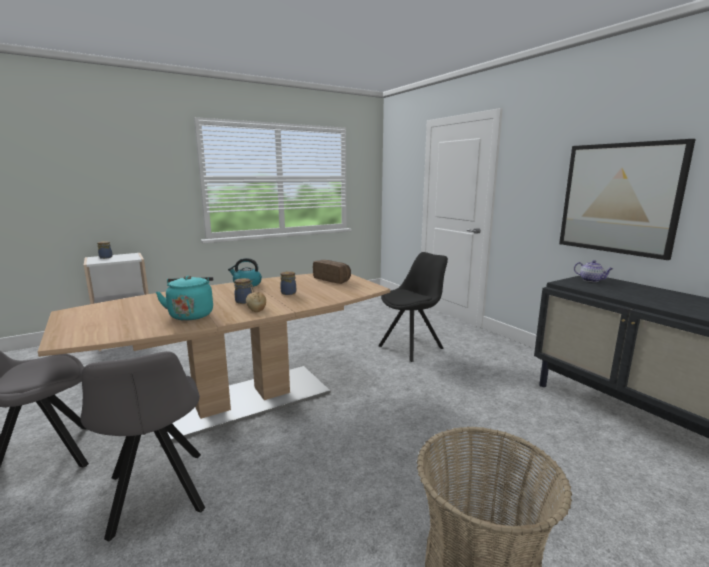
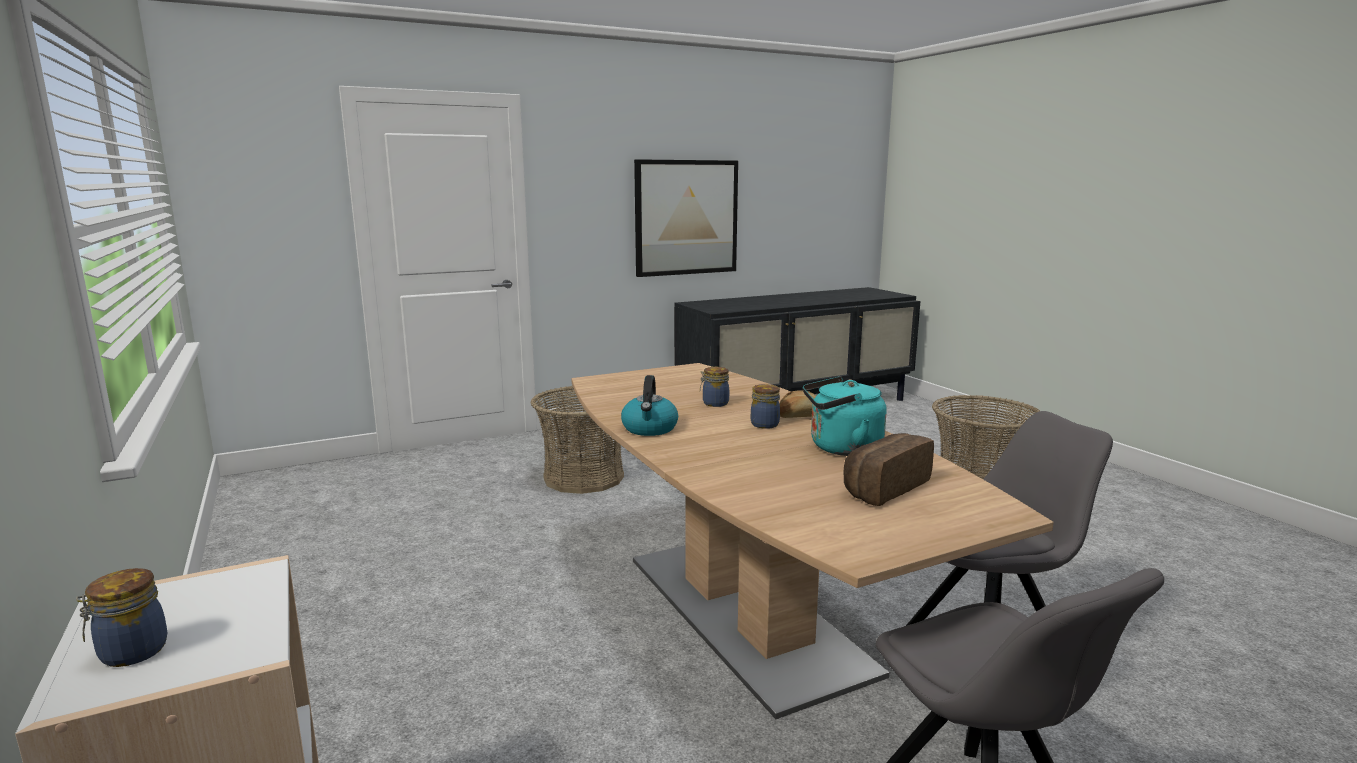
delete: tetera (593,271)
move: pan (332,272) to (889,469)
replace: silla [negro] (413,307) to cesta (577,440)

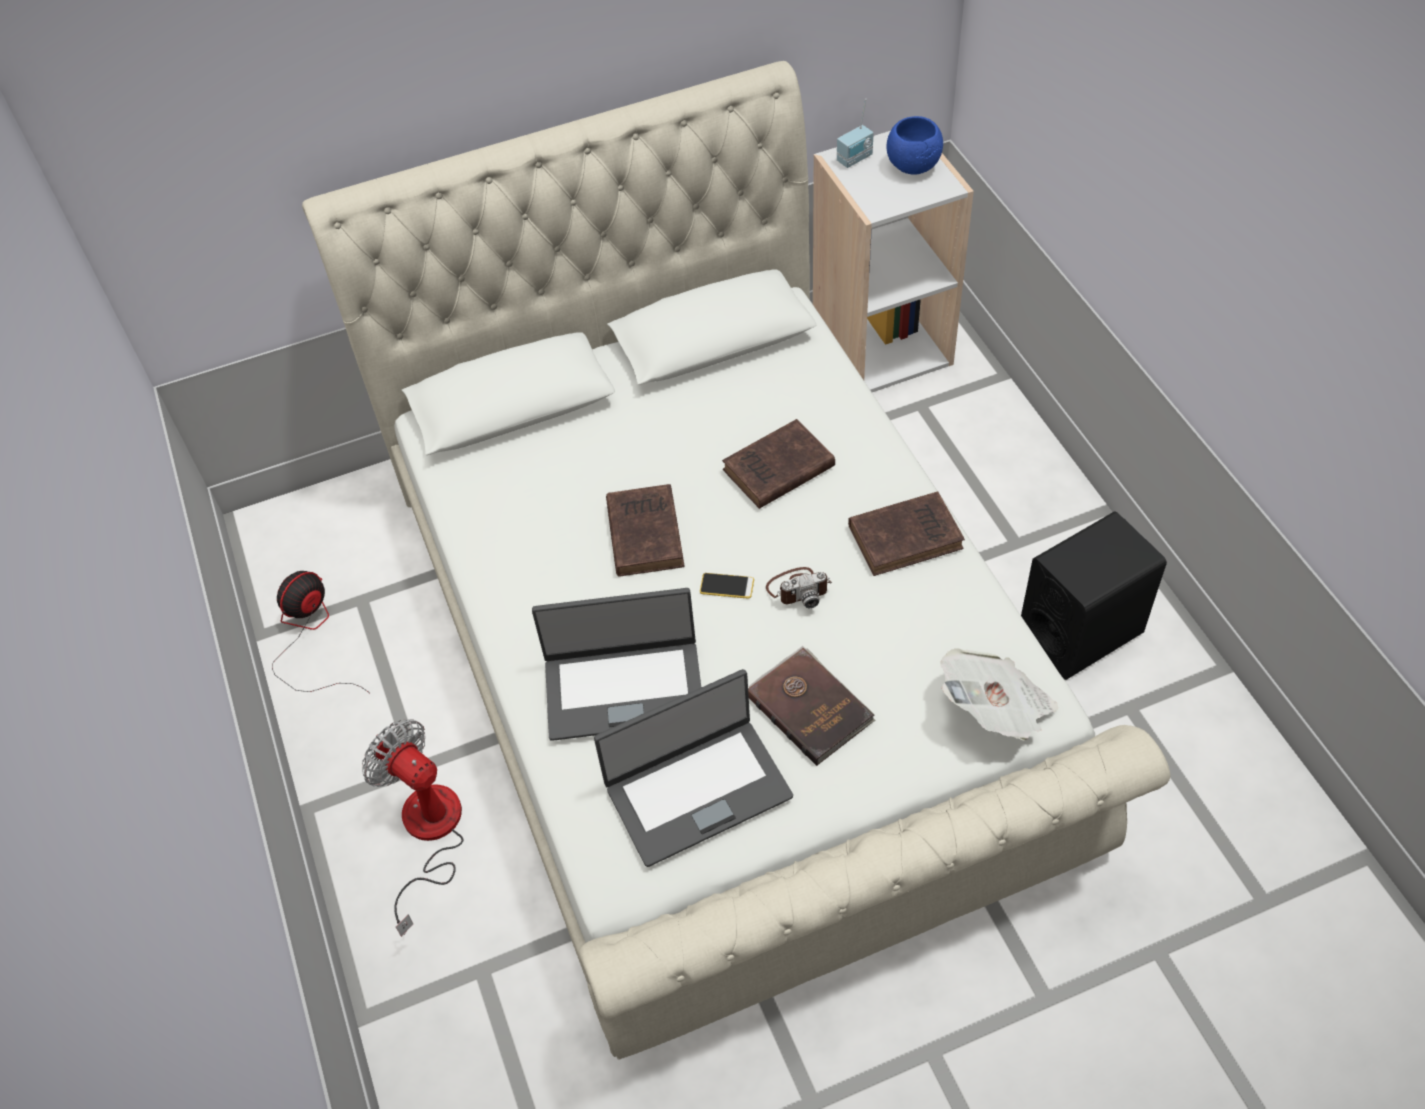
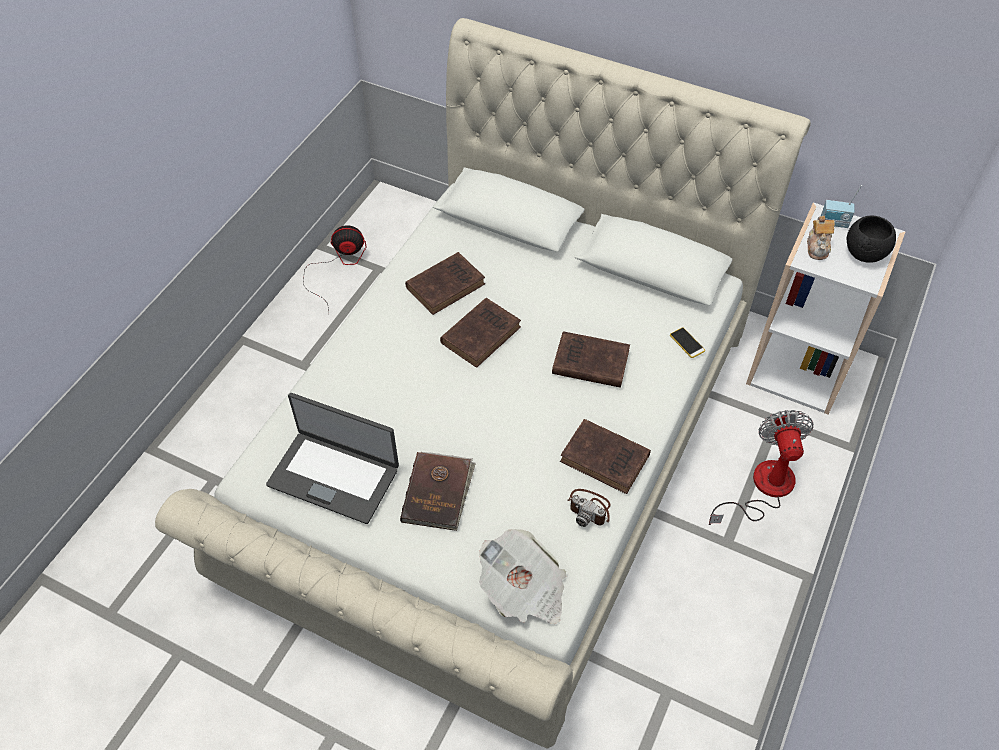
delete: altavoz [negro] (1094,595); portátil (616,664)
insert: tetera (821,238); libro [marrón] (445,283)
move: cámara (799,587) to (589,508); móvil (727,586) to (687,343); ventilador (412,828) to (761,467)
recolor: cuenco [azul] (914,145) to cuenco [negro] (871,239)

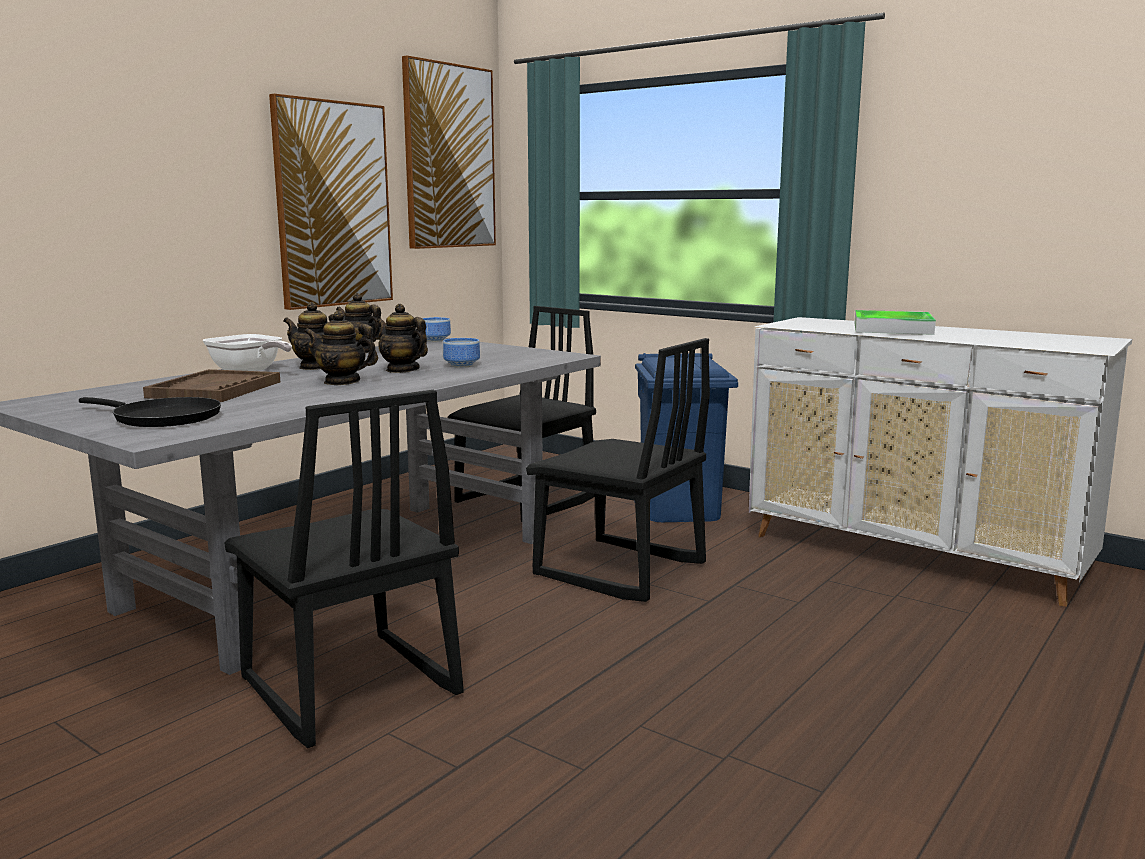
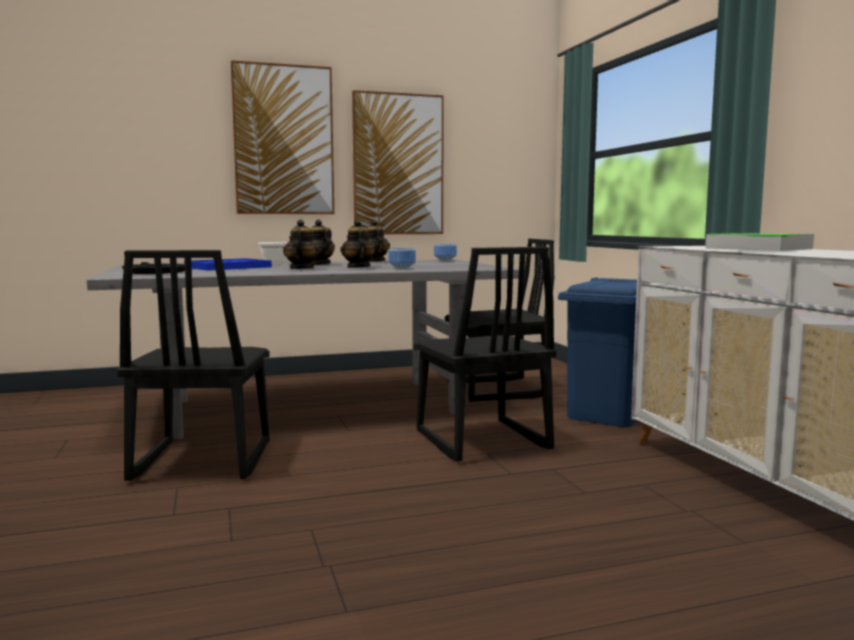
move: cuadro (449,152) to (282,137)
recolor: bandeja [marrón] (211,385) to bandeja [azul] (228,264)
rotate: tetera (341,348) = (301,244) 45 degrees clockwise

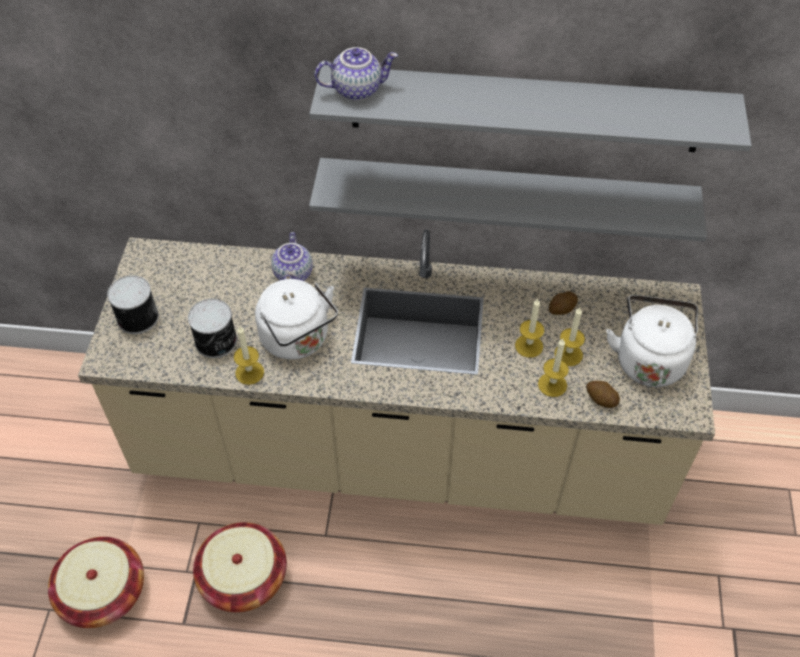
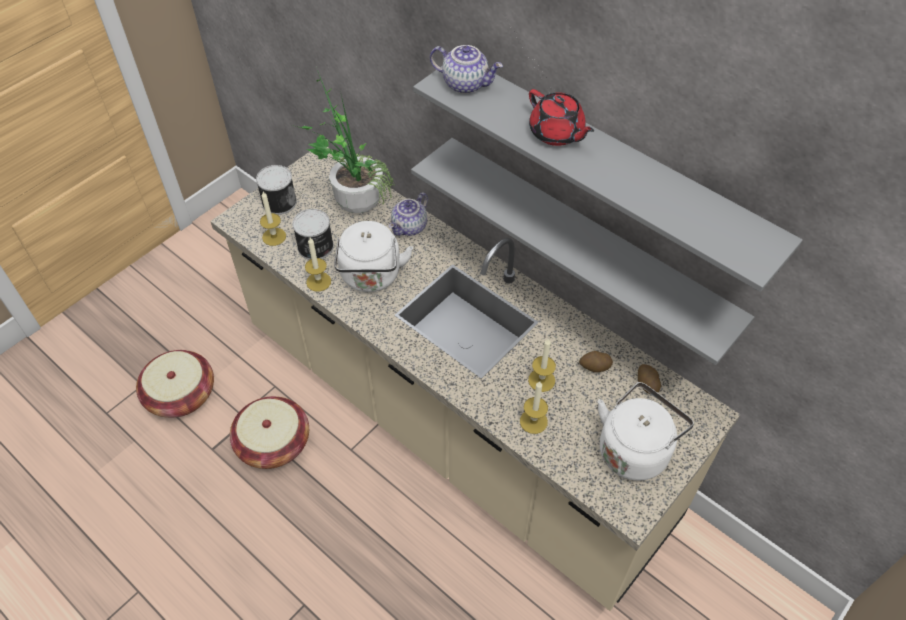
insert: planta en maceta (343,140); tetera [rojo] (561,117)
move: vela (569,337) to (273,219); patata (603,394) to (649,379)

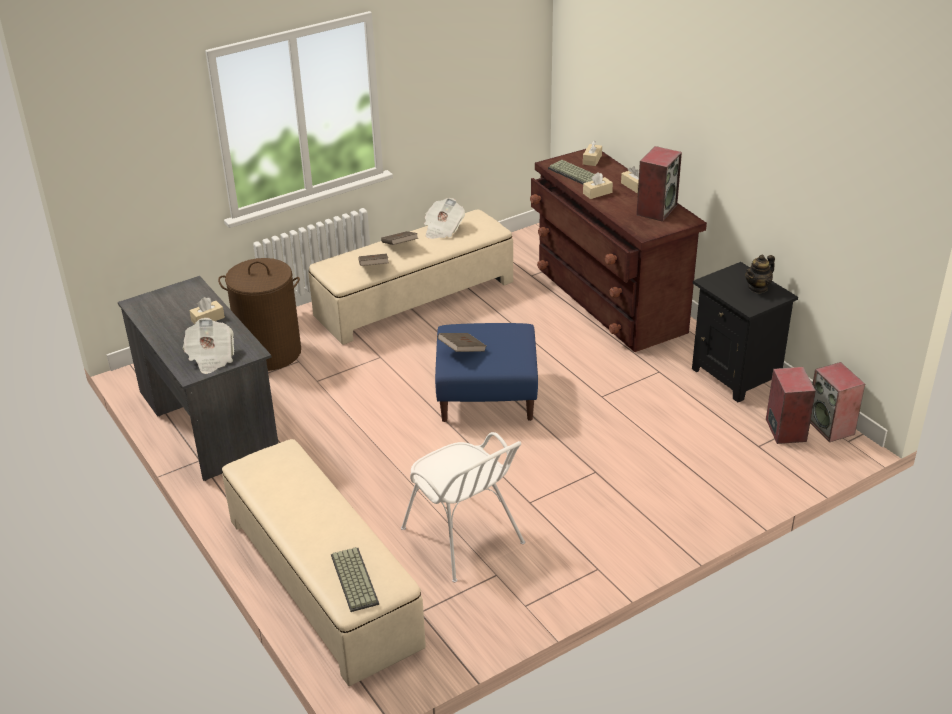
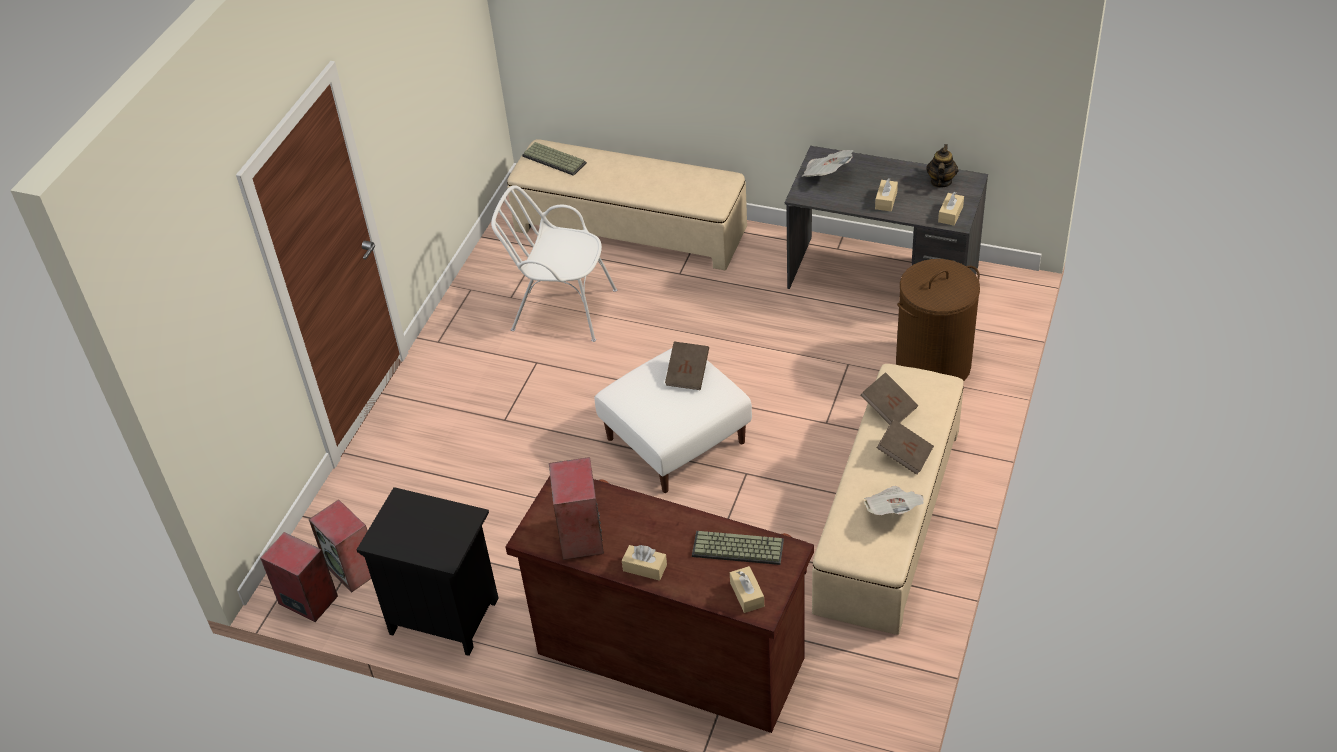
move: caja de pañuelos [beis] (598,185) to (951,209); tetera (760,274) to (942,166)
recolor: puf [azul] (486,372) to puf [blanco] (673,420)

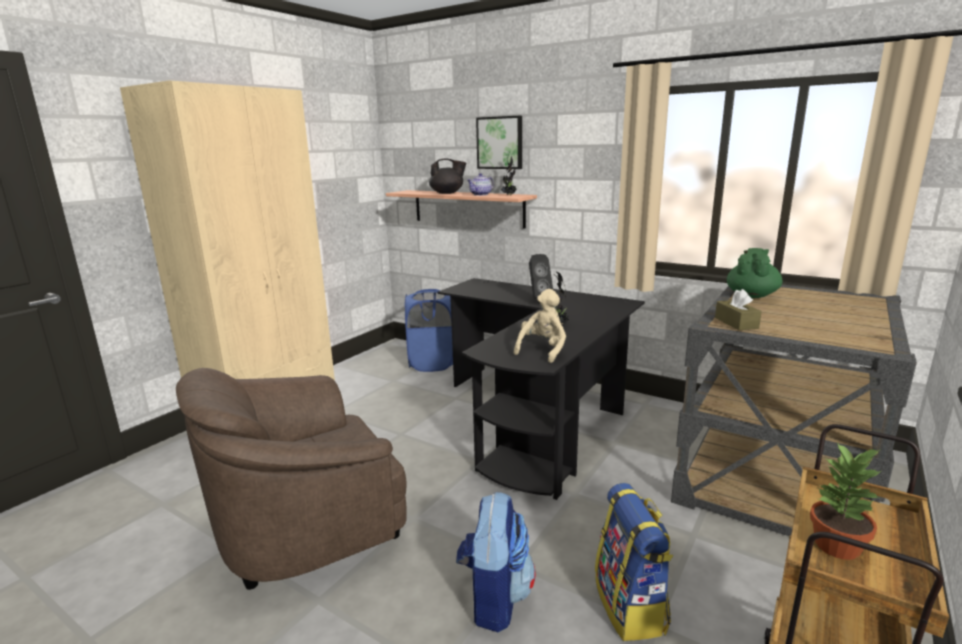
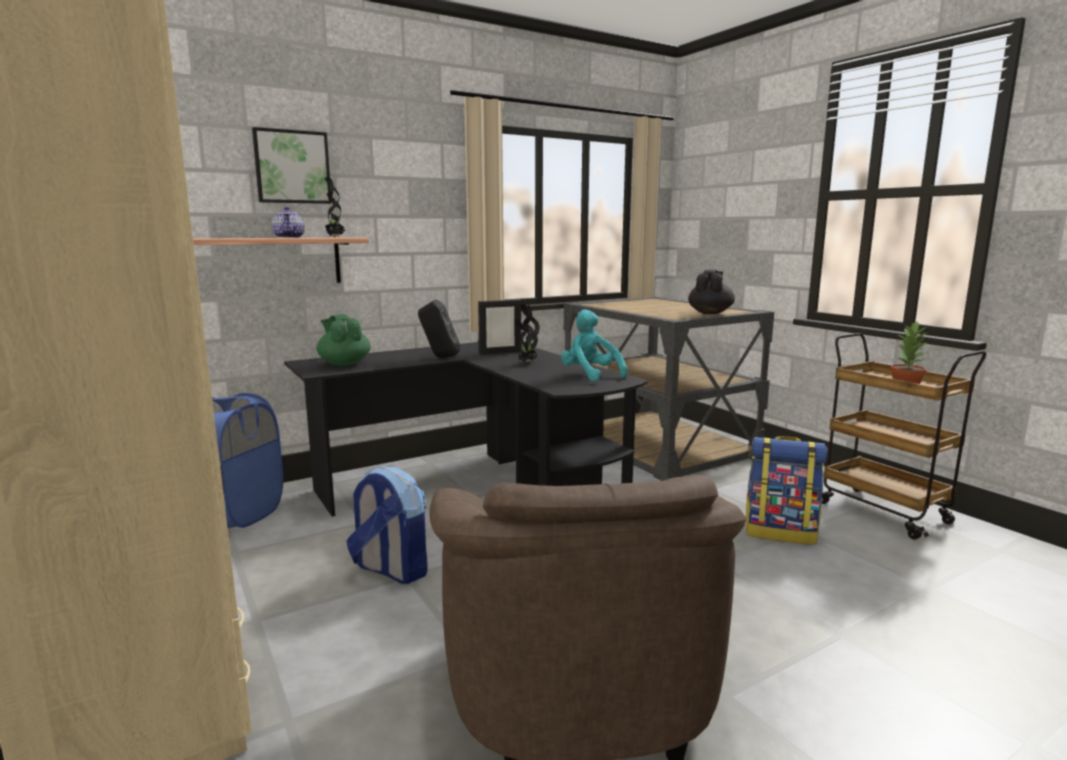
delete: caja de pañuelos [marrón] (738,309)
insert: portarretratos (499,327)
move: tetera [negro] (447,176) to (711,291); tetera [verde] (754,273) to (344,340); mochila (496,562) to (387,525)
recolor: peluche [beis] (540,326) to peluche [turquesa] (594,345)

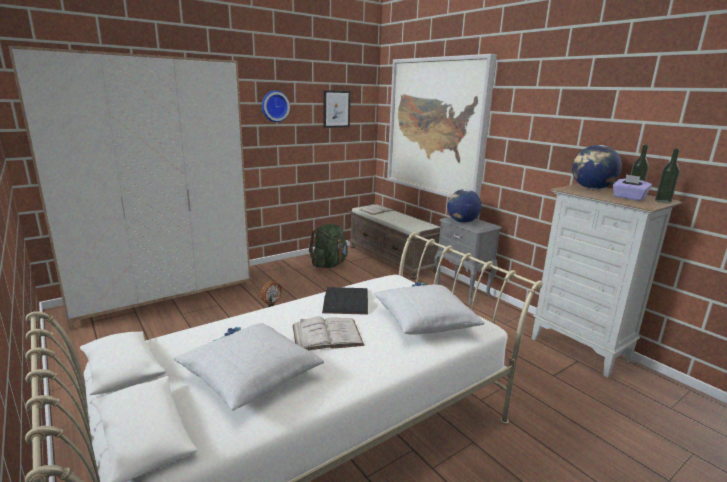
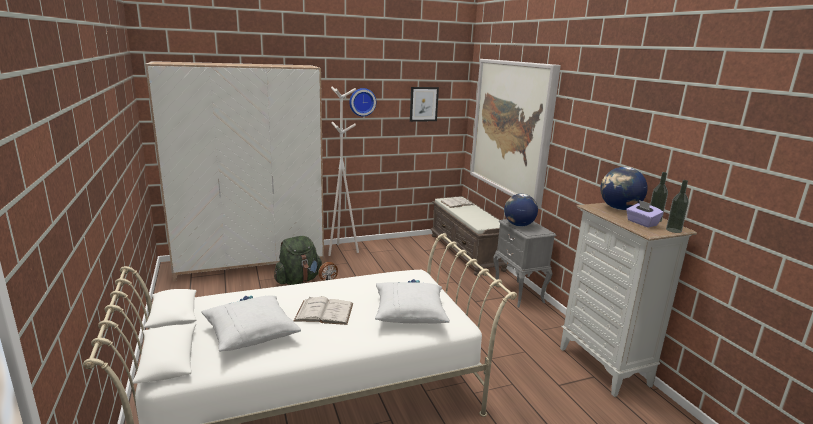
delete: libro [negro] (345,301)
insert: perchero [gris] (343,171)
move: mochila [verde] (328,246) to (298,260)

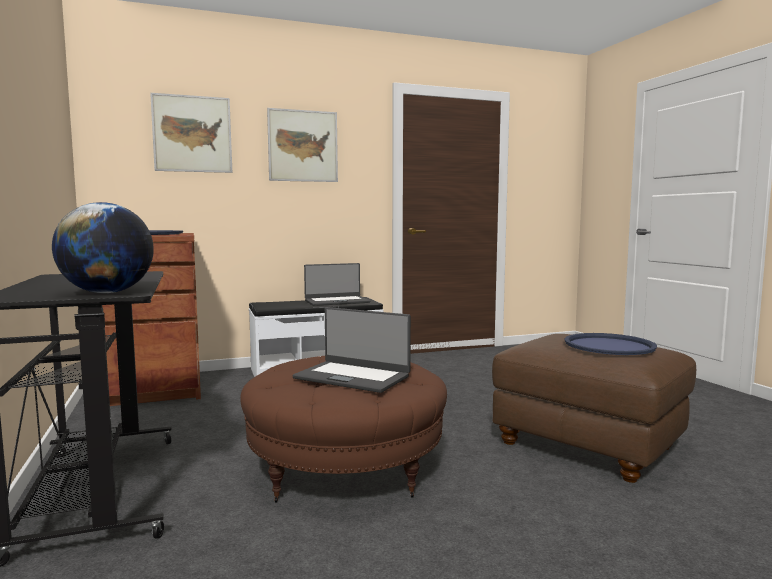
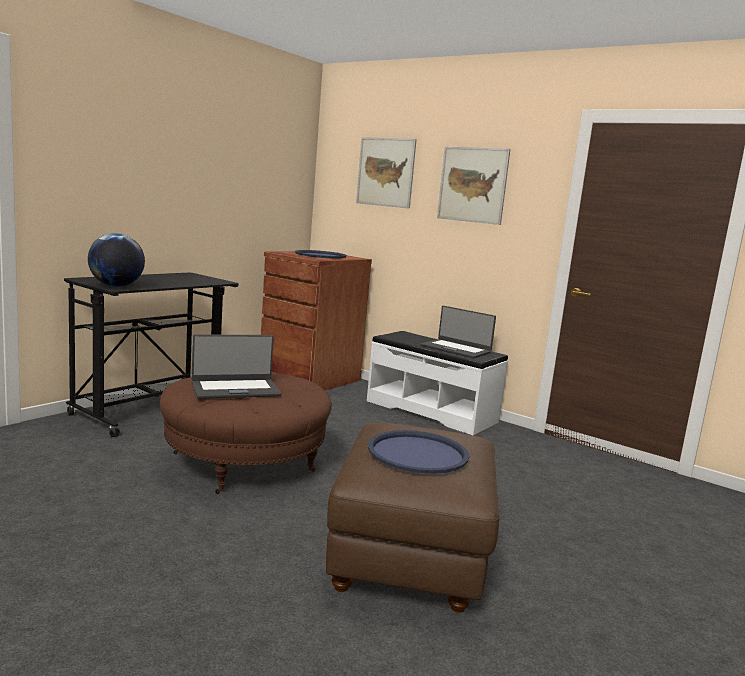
rotate: portátil (352,350) = (236,366) 105 degrees counterclockwise

